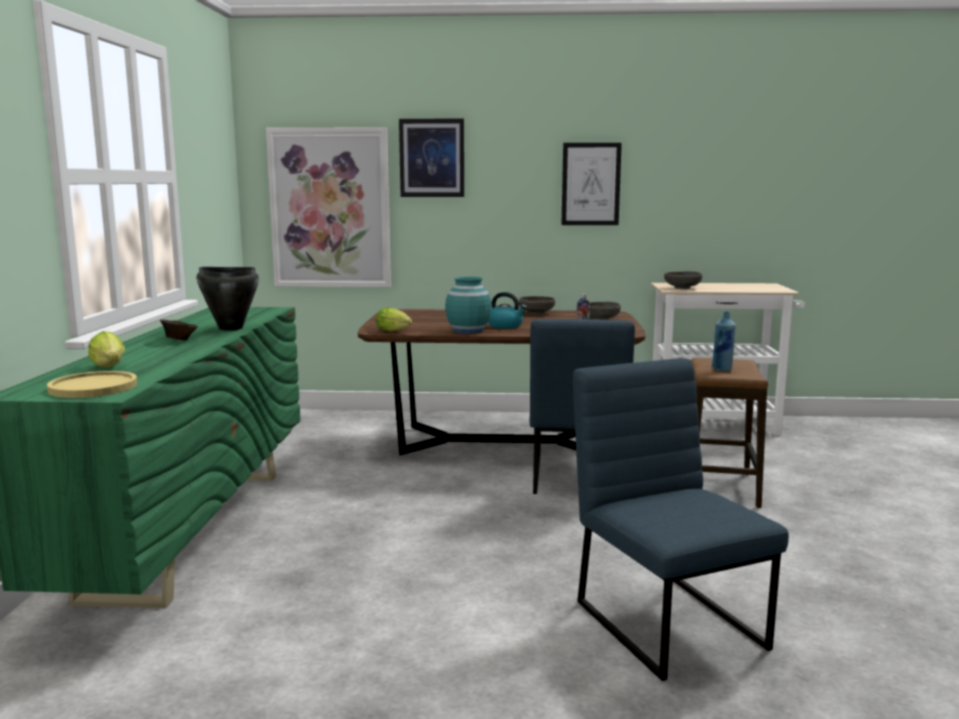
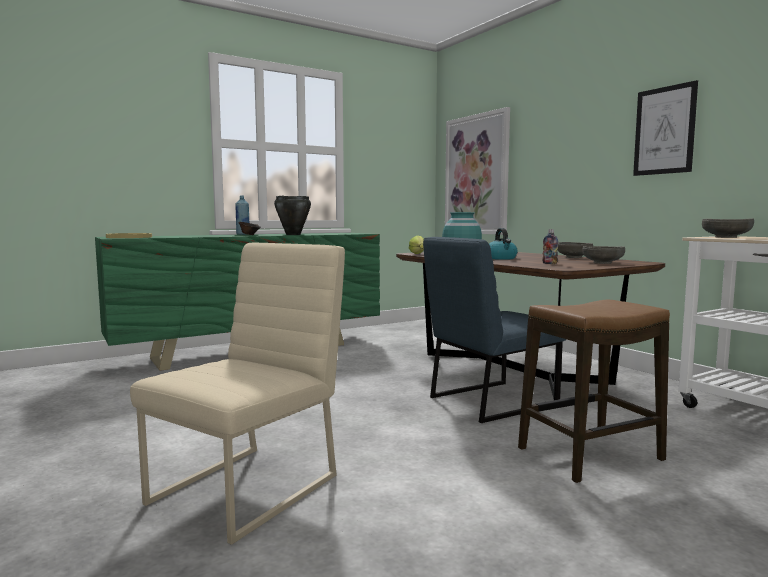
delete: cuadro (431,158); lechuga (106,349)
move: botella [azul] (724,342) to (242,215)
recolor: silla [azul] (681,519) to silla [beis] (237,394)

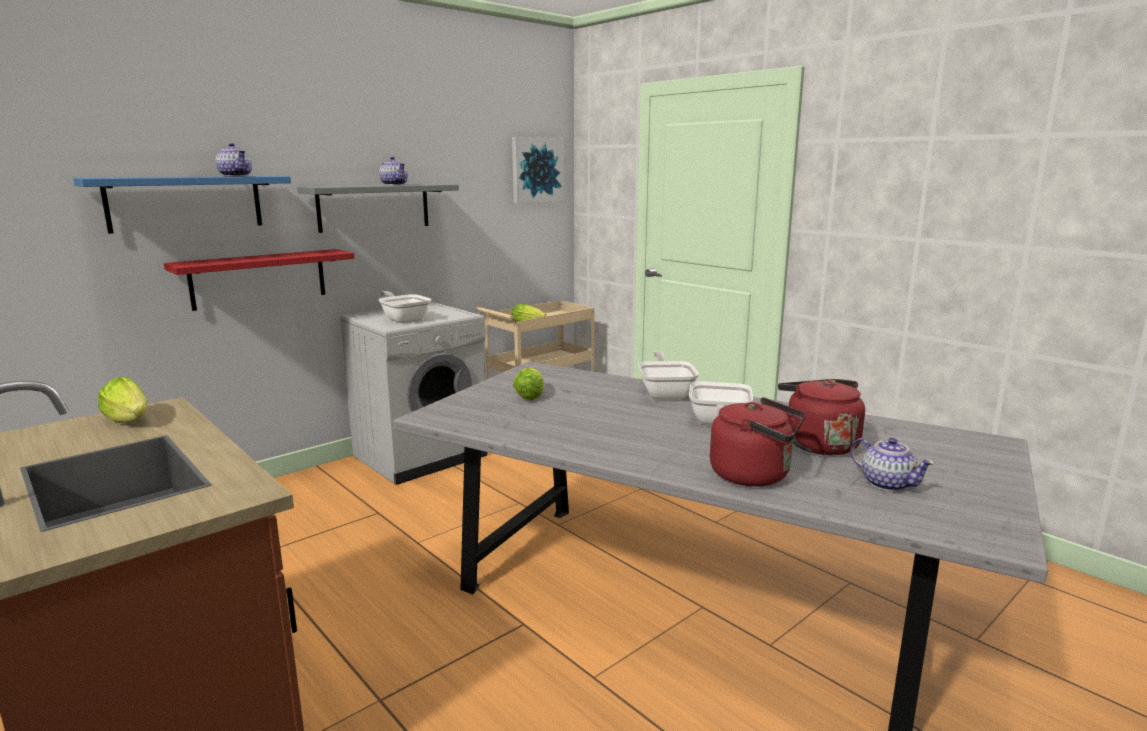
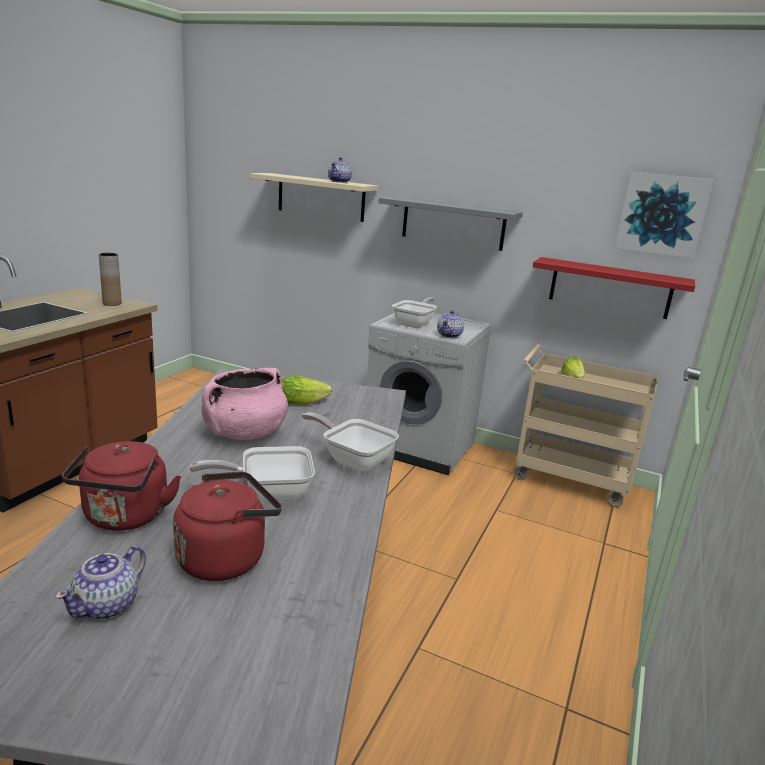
insert: olla [rosa] (244,404)
move: tetera (393,171) to (450,324); estante [rojo] (259,280) to (614,288)
replace: lechuga (122,400) to florero [marrón] (110,279)
recolor: estante [azul] (182,205) to estante [beis] (314,197)
rotate: sartén (668,375) = (350,442) 120 degrees counterclockwise

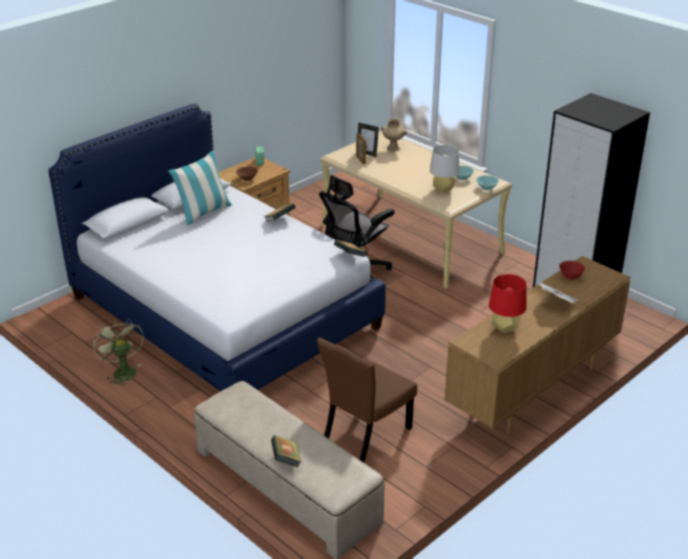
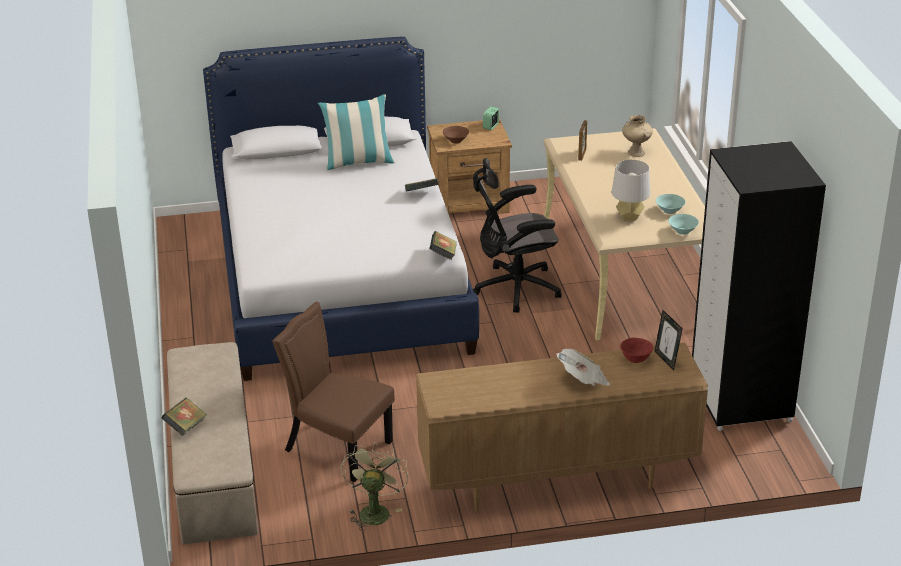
delete: lámpara de mesa [rojo] (508,303)
move: portarretratos (368,139) to (668,340); ventilador [verde] (118,352) to (374,487)
rotate: silla [marrón] (367,400) = (333,392) 45 degrees clockwise

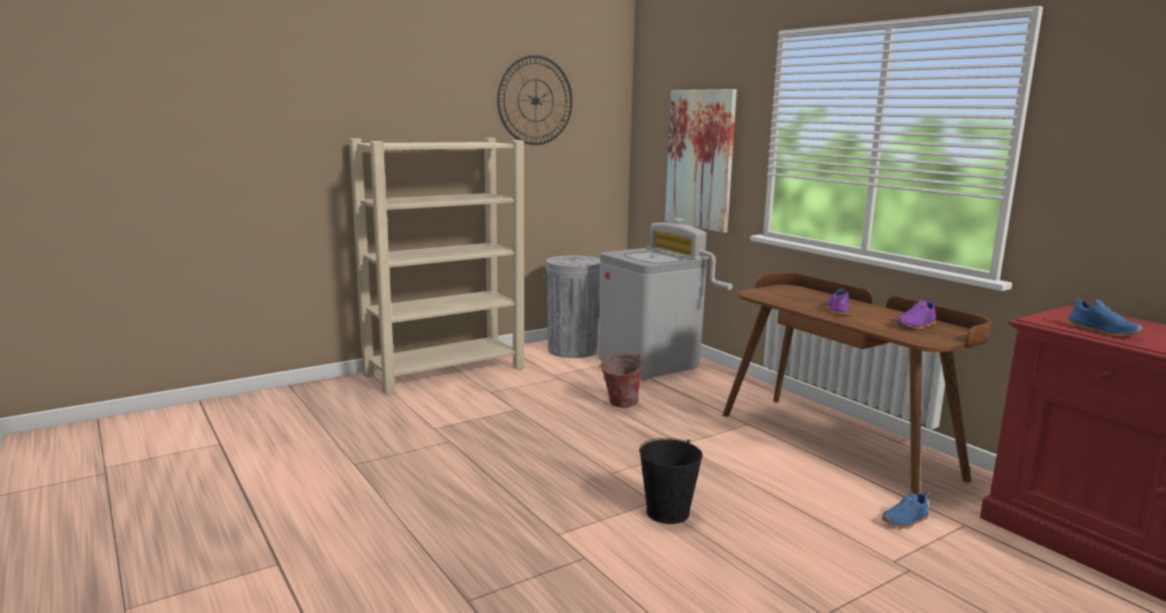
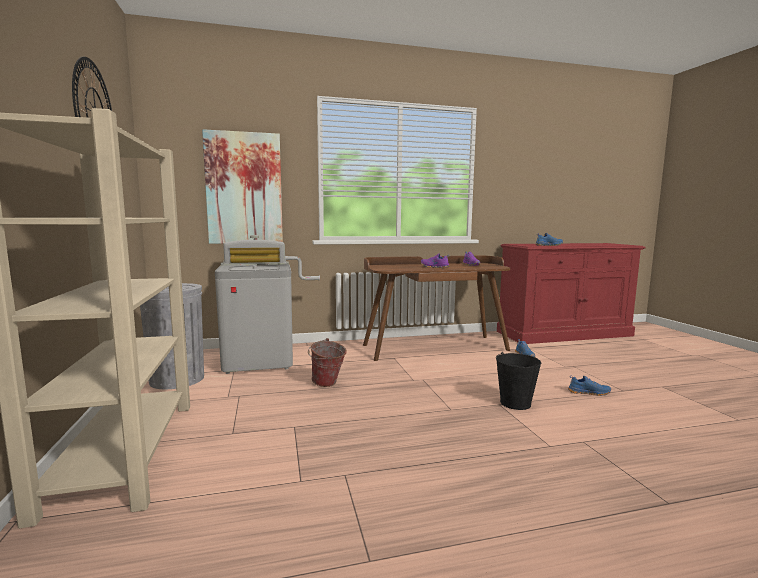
insert: zapato [azul] (589,385)

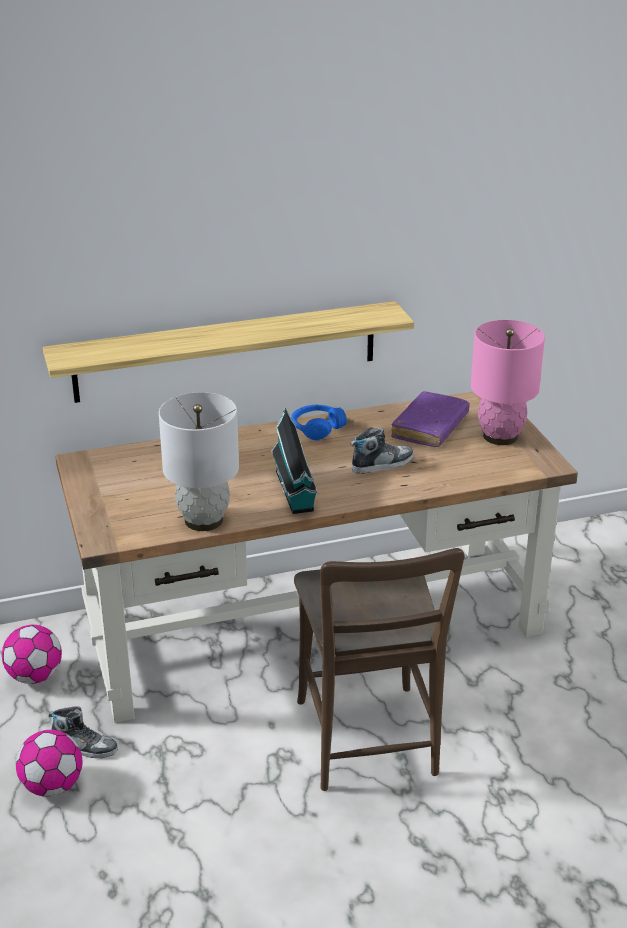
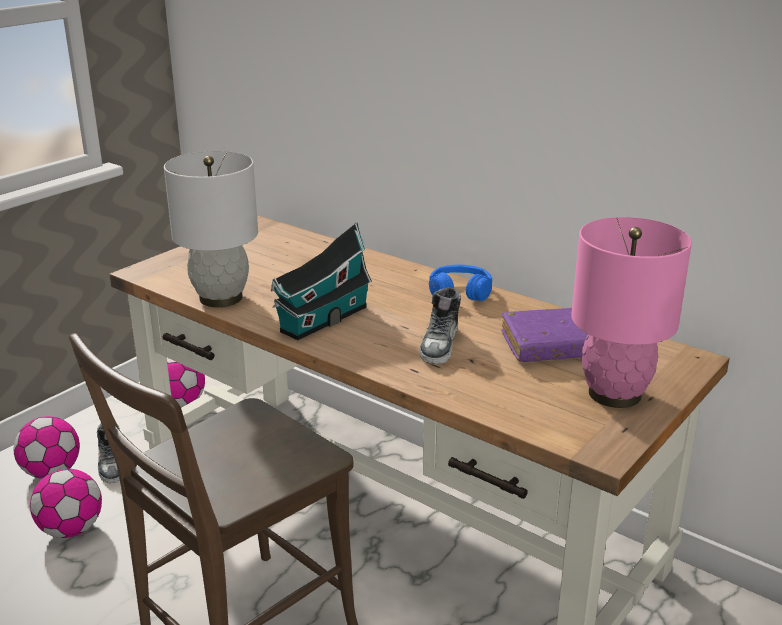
delete: estante (228,352)
insert: balón de fútbol (66,503)
rotate: zapato (382,450) = (440,326) 75 degrees clockwise

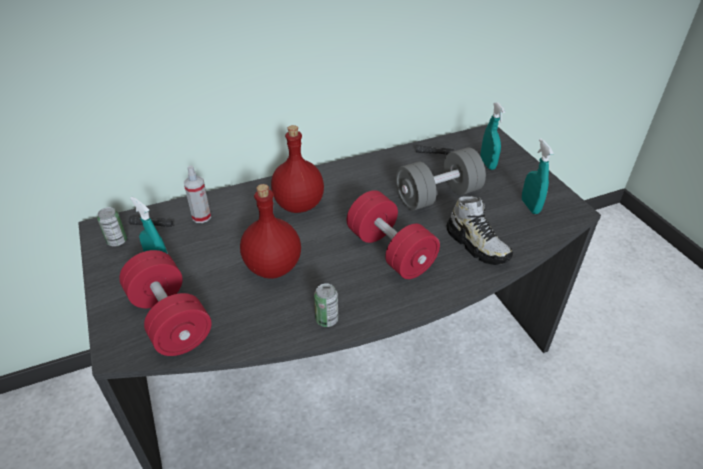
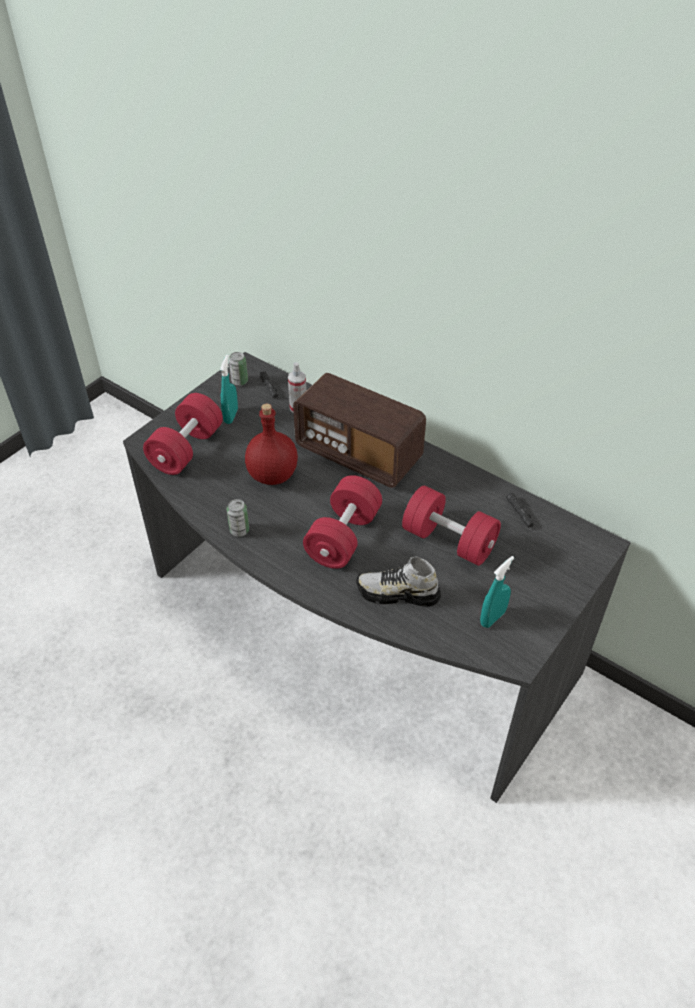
delete: pulverizador [turquesa] (492,136)
replace: botella [rojo] (297,169) to radio (359,430)
recolor: mancuerna [gris] (441,179) to mancuerna [rojo] (451,526)
rotate: zapato (480,230) = (398,581) 75 degrees clockwise

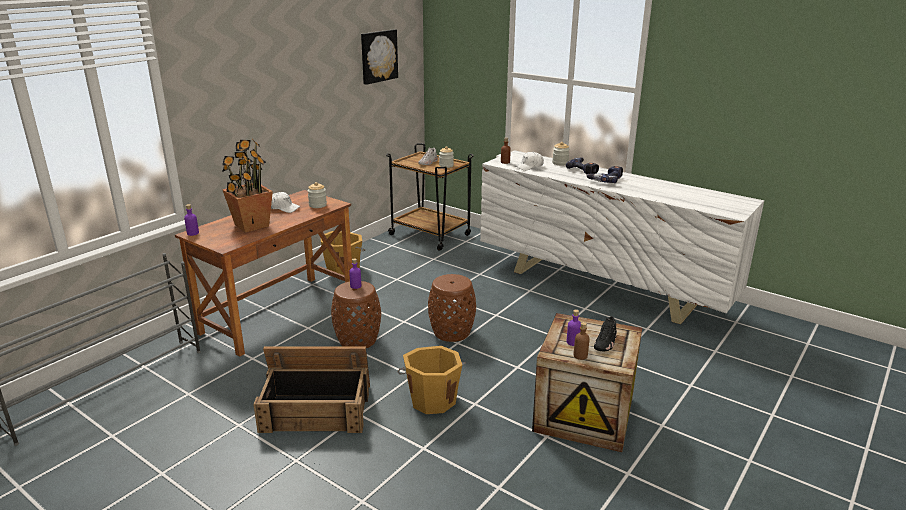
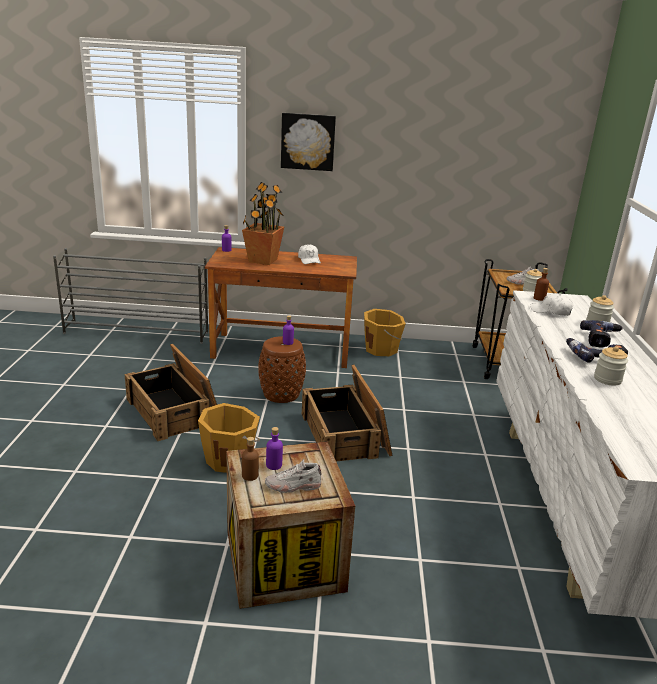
move: cuadro (379,57) to (308,142); tarro (317,195) to (611,366)
replace: taburete [marrón] (452,308) to caja de embalaje (347,412)
recolor: zapato [negro] (605,333) to zapato [blanco] (293,476)

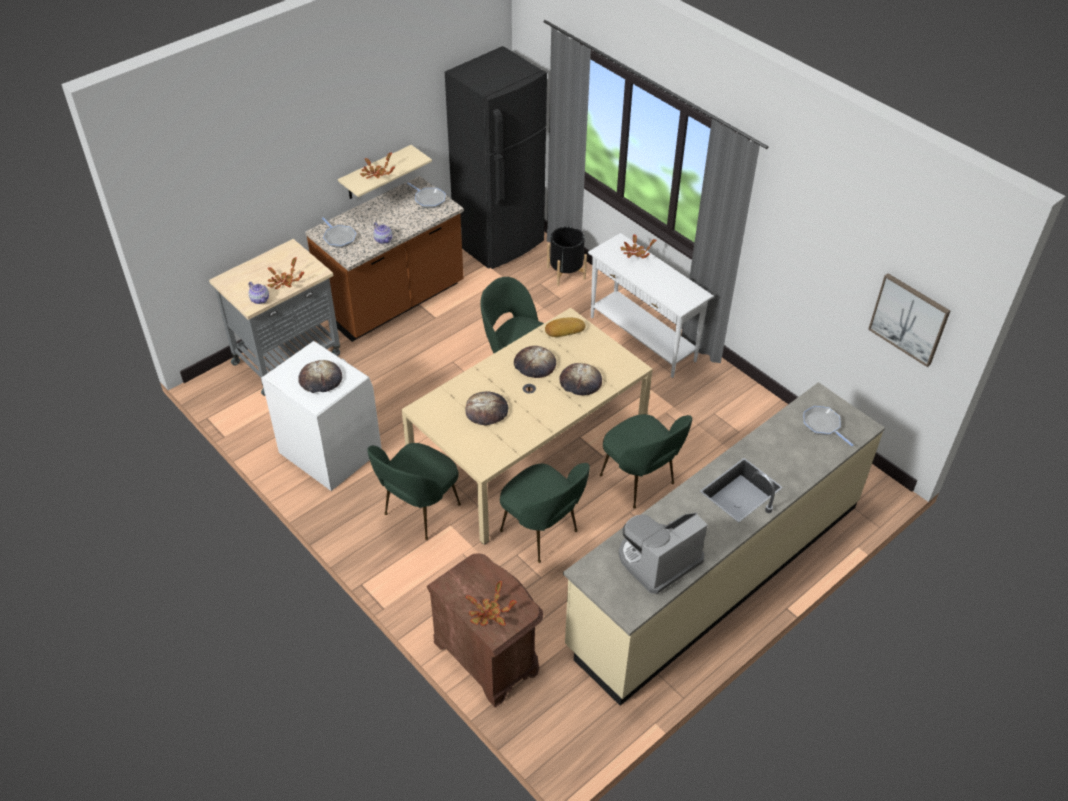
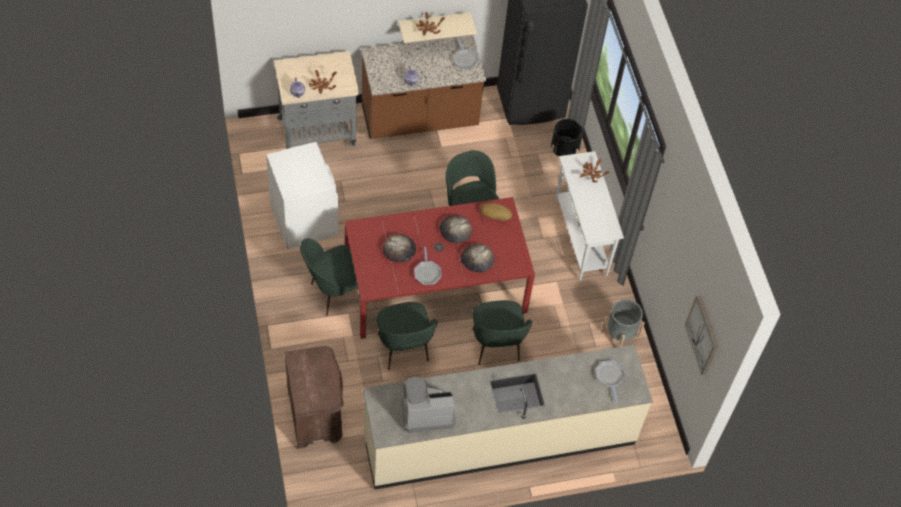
delete: pan (320,376); planta en maceta (491,603)
insert: maceta [gris] (623,323)
move: sartén (339,232) to (428,266)
recolor: mesa de comedor [beis] (527,426) to mesa de comedor [rojo] (440,268)

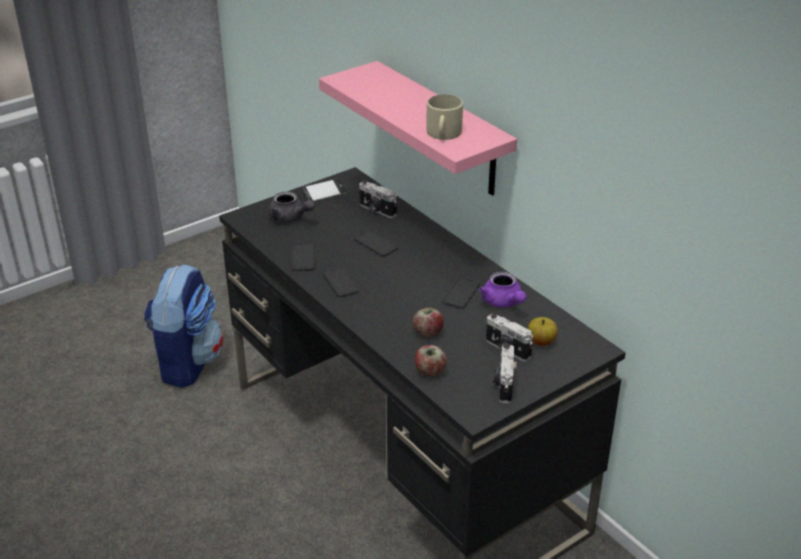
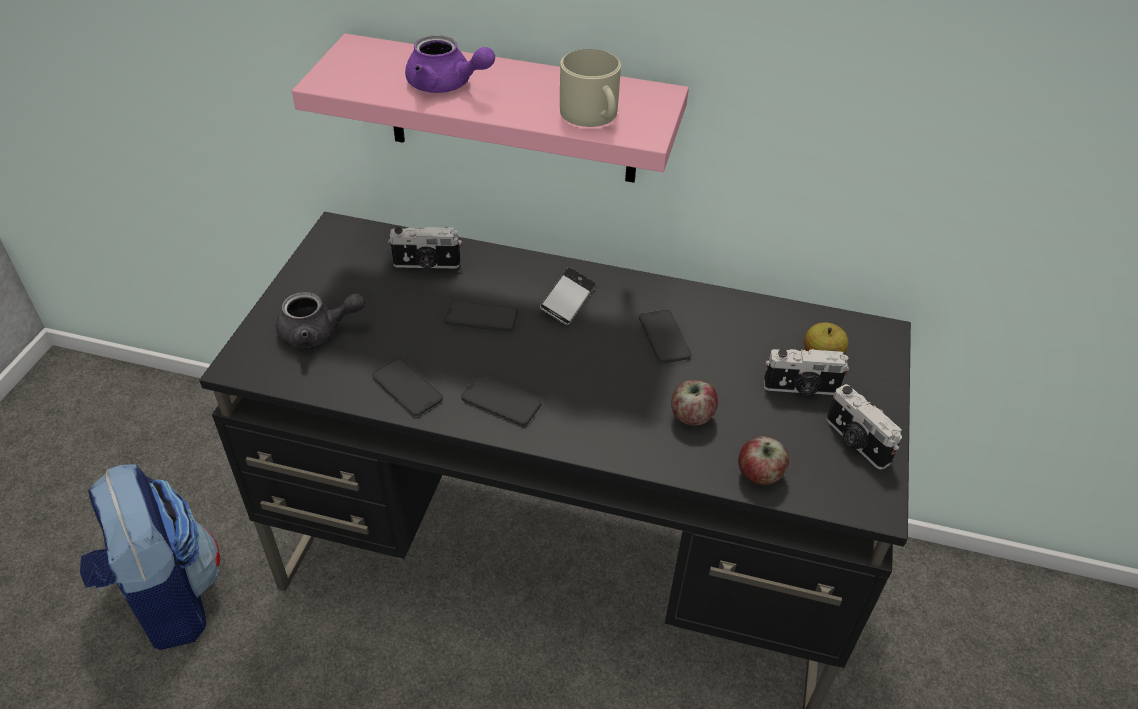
move: móvil (325,190) to (568,296); tetera [morado] (502,290) to (450,64)

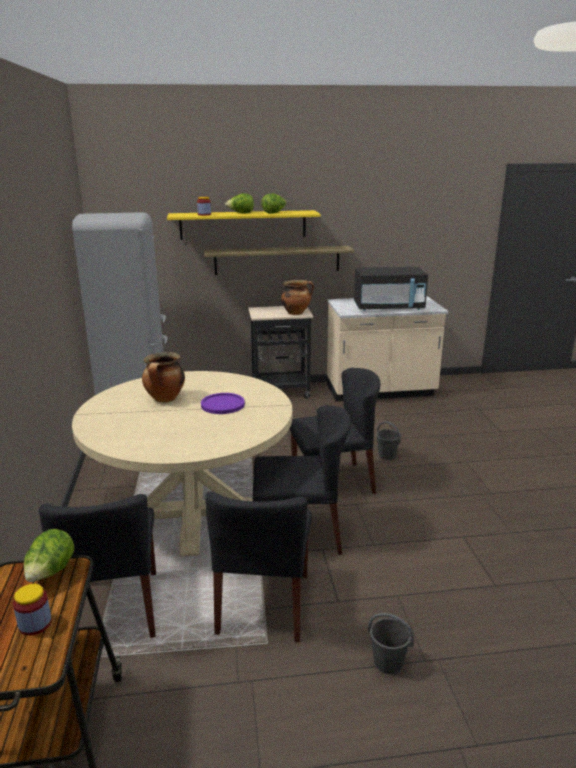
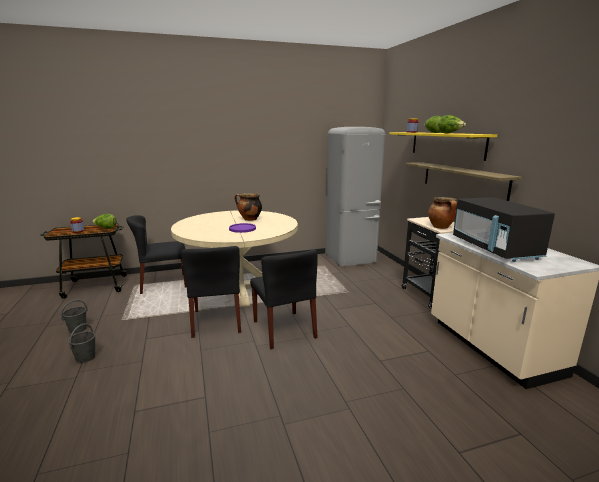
delete: silla [negro] (258,567)
move: cubo [gris] (388,440) to (74,316)

